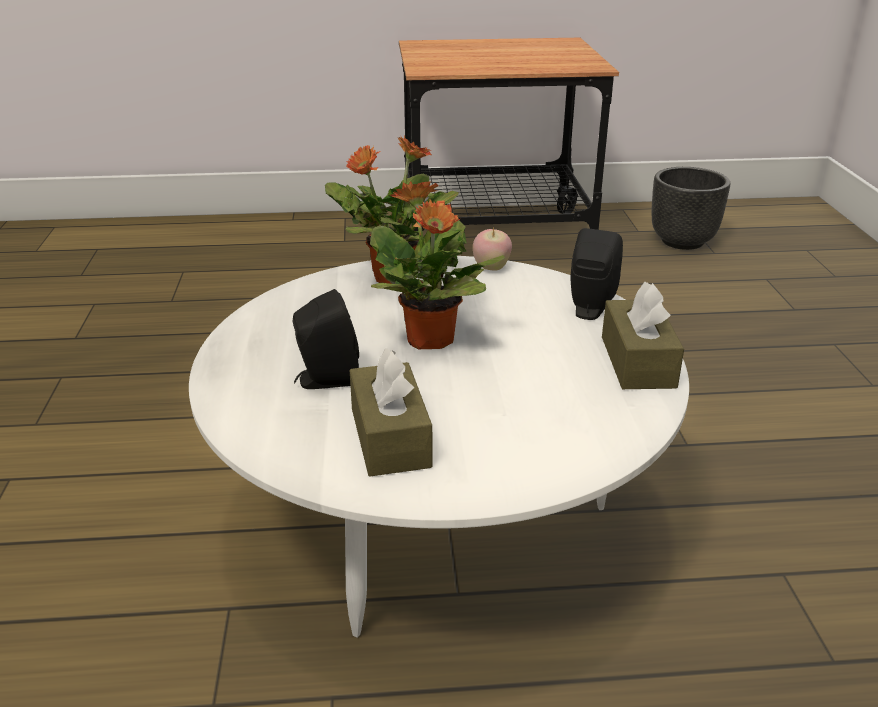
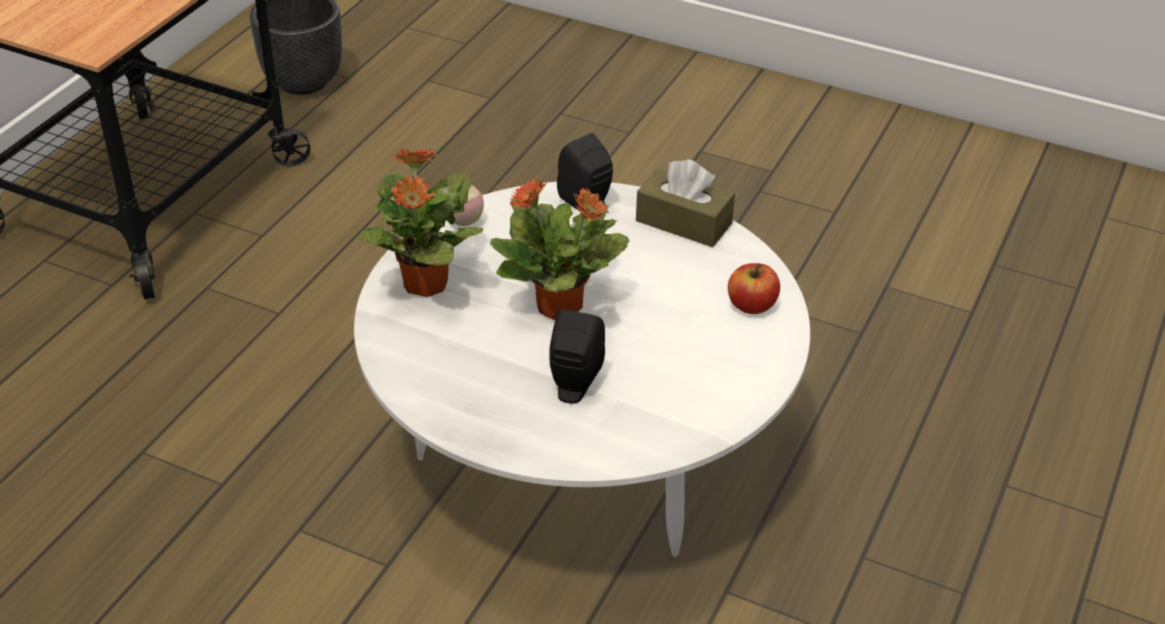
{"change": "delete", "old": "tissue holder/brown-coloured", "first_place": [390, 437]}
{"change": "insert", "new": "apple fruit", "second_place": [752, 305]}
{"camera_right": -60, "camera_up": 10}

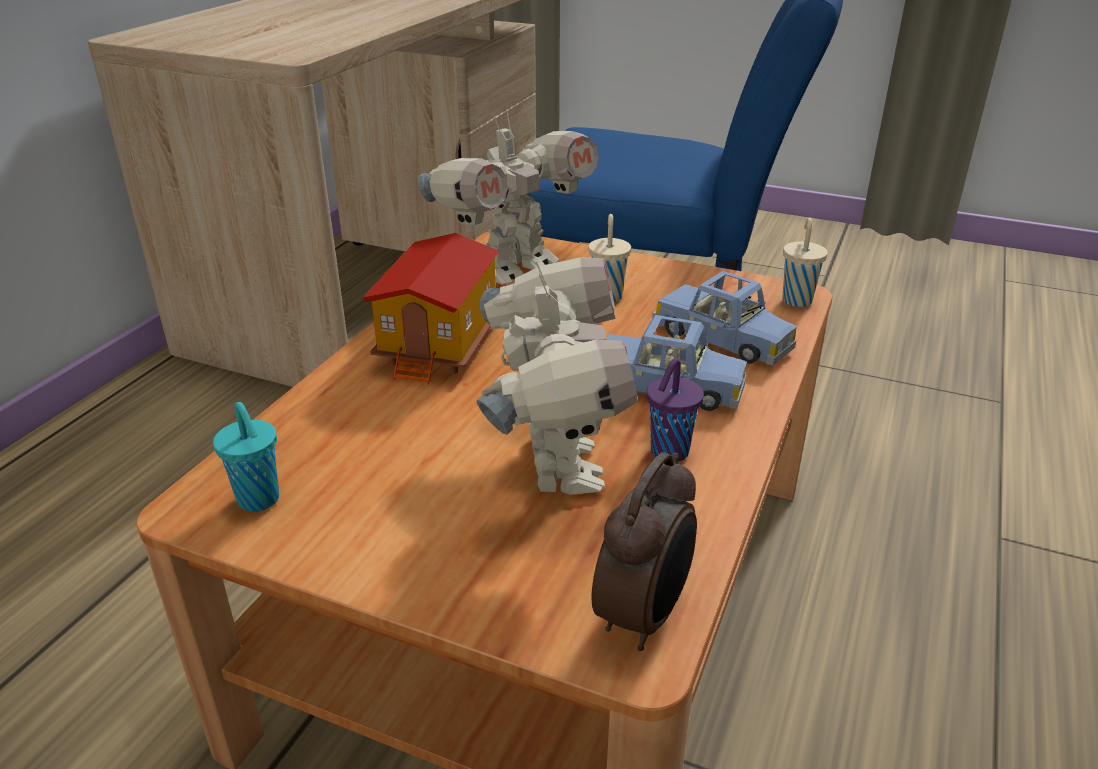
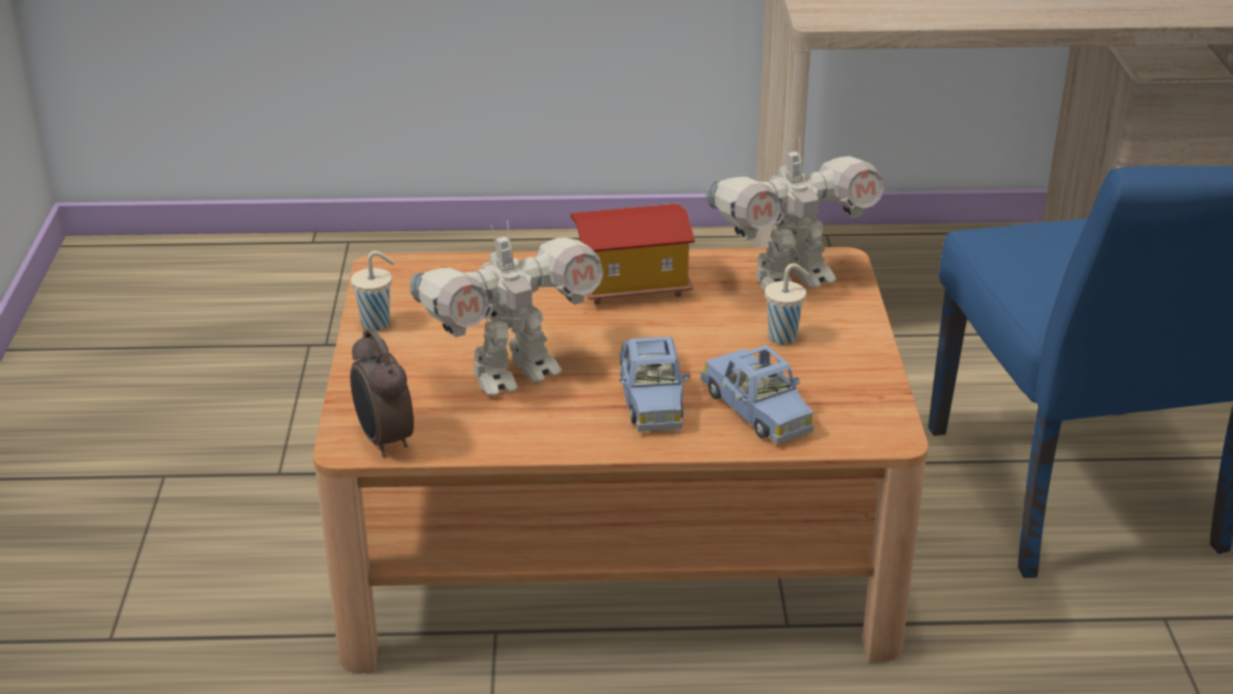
{"change": "delete", "old": "cup/blue-green", "first_place": [259, 501]}
{"change": "rotate", "old": "toy robot", "first_place": [513, 269], "second_place": [790, 280], "degrees": -45}
{"change": "rotate", "old": "table clock", "first_place": [644, 615], "second_place": [384, 440], "degrees": 60}
{"change": "delete", "old": "cup/purple", "first_place": [668, 453]}
{"change": "rotate", "old": "miniature car/bluish", "first_place": [722, 339], "second_place": [757, 409], "degrees": -45}
{"change": "move", "old": "cup/beige-coloured", "first_place": [796, 300], "second_place": [377, 323]}
{"camera_right": 65, "camera_up": 0}

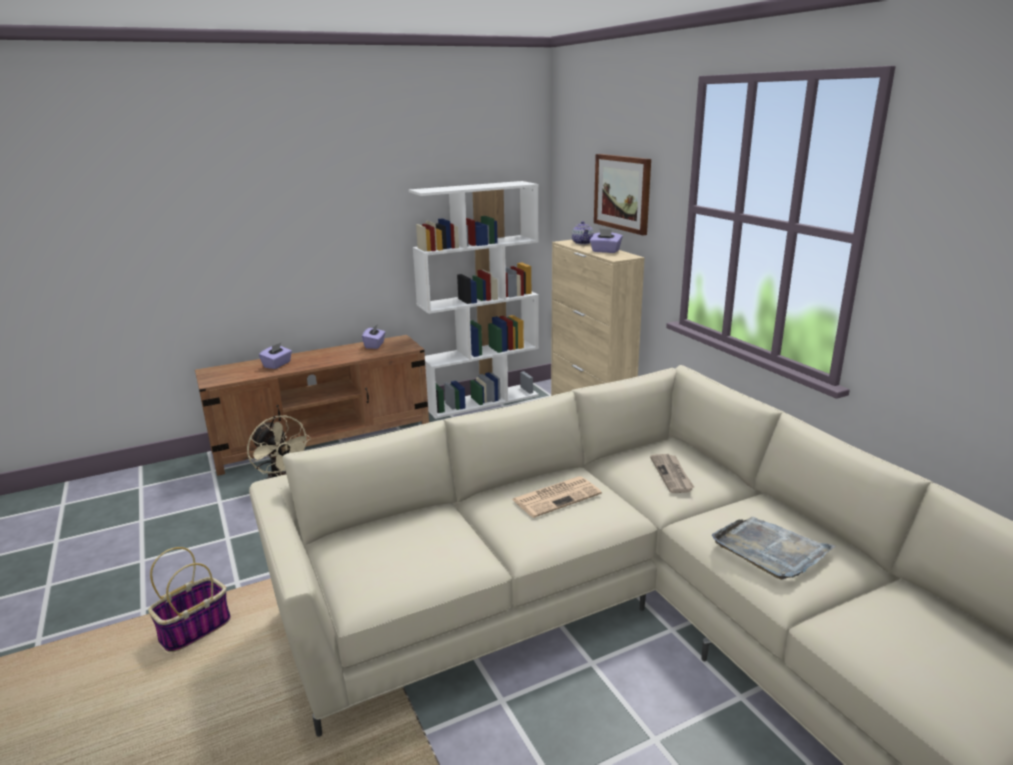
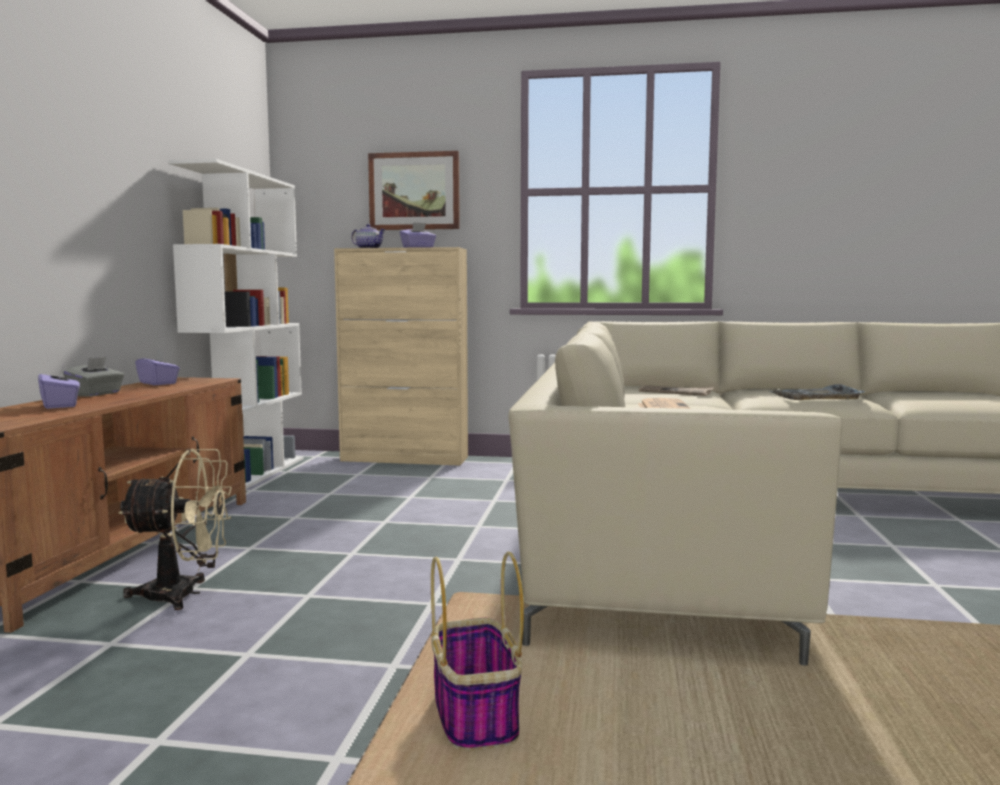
{"change": "insert", "new": "tissue holder/greyish", "second_place": [96, 394]}
{"camera_right": -55, "camera_up": -15}

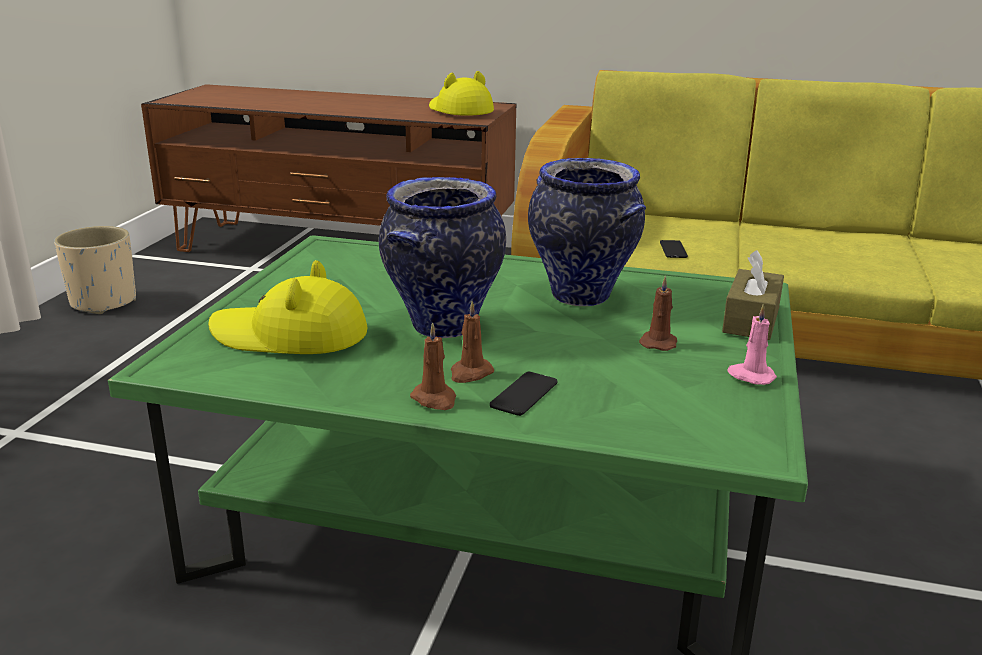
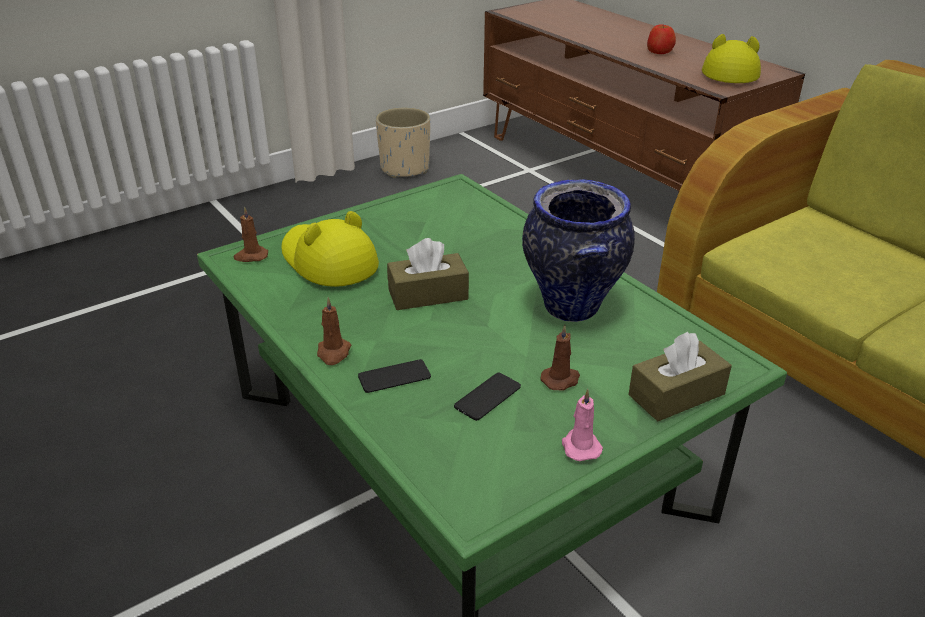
{"change": "replace", "old": "flower vase", "new": "tissue holder/brown-coloured", "first_place": [443, 327], "second_place": [428, 294]}
{"change": "move", "old": "wax candle/brown-coloured", "first_place": [470, 373], "second_place": [251, 256]}
{"change": "move", "old": "telephone", "first_place": [673, 250], "second_place": [487, 397]}
{"change": "insert", "new": "apple fruit", "second_place": [659, 51]}
{"camera_right": 40, "camera_up": 10}

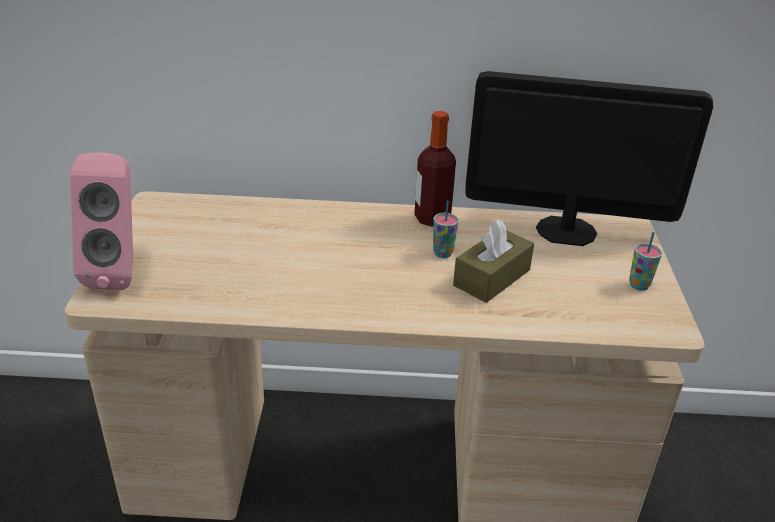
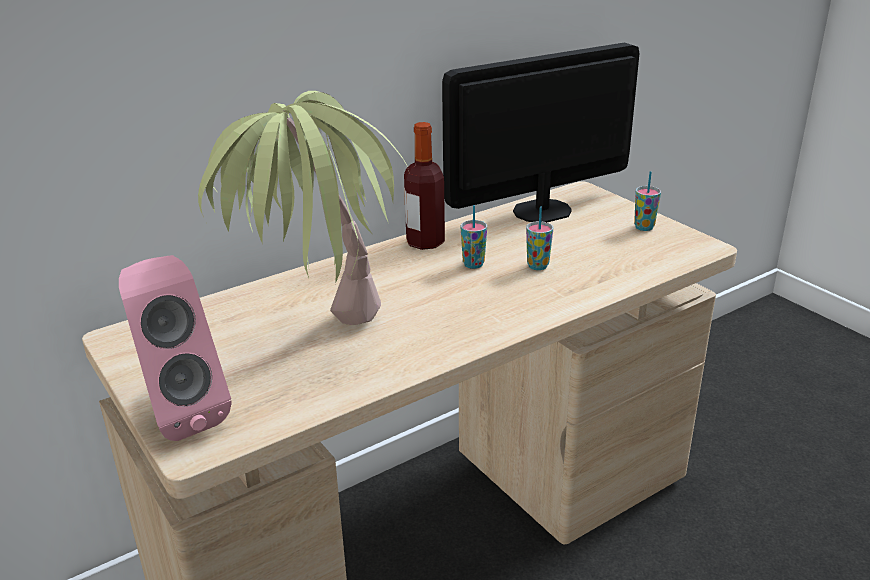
{"change": "replace", "old": "tissue holder/brown-coloured", "new": "cup", "first_place": [492, 278], "second_place": [537, 266]}
{"change": "insert", "new": "potted plant", "second_place": [319, 345]}
{"camera_right": -35, "camera_up": -5}

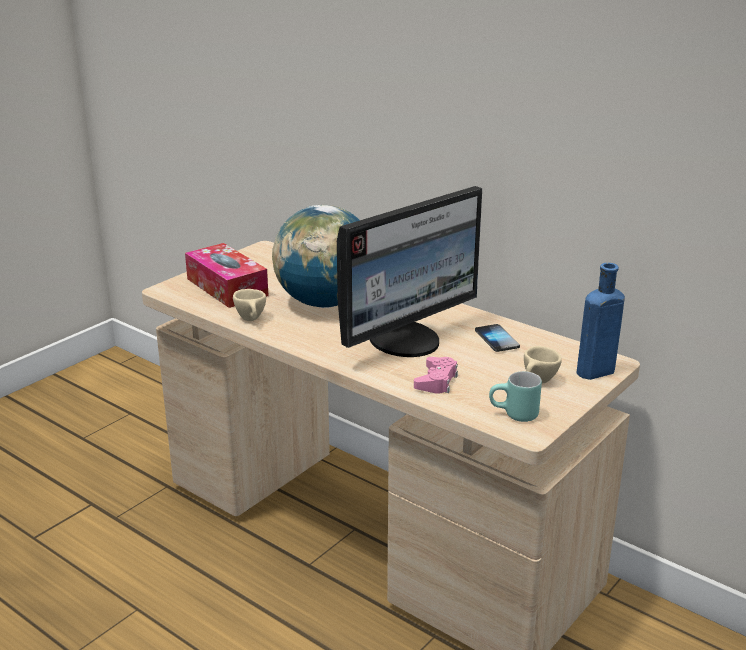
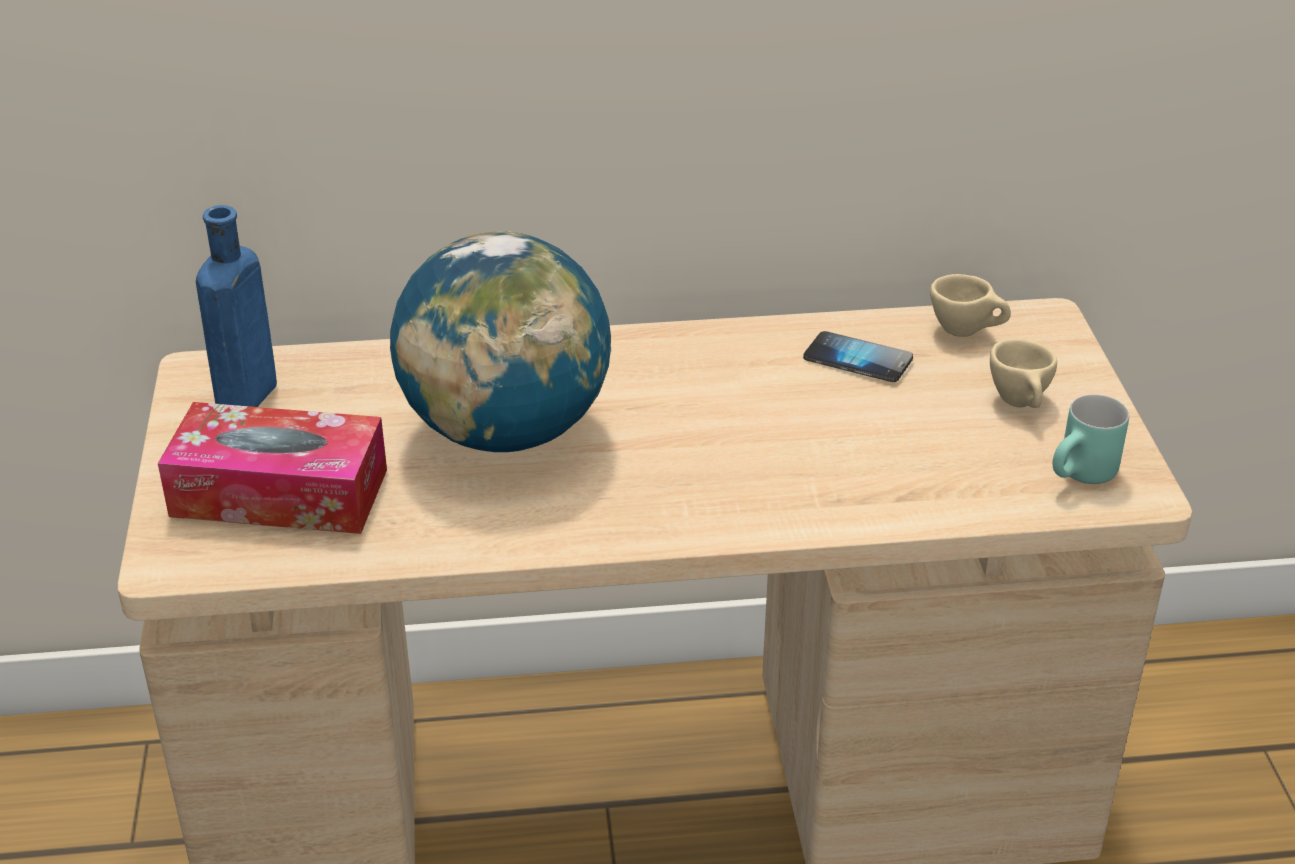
{"change": "move", "old": "cup/beige-coloured", "first_place": [252, 320], "second_place": [967, 332]}
{"change": "delete", "old": "monitor", "first_place": [407, 340]}
{"change": "delete", "old": "joypad/pinkish", "first_place": [436, 381]}
{"change": "move", "old": "bottle/bluish", "first_place": [593, 372], "second_place": [244, 398]}
{"camera_right": -45, "camera_up": 10}

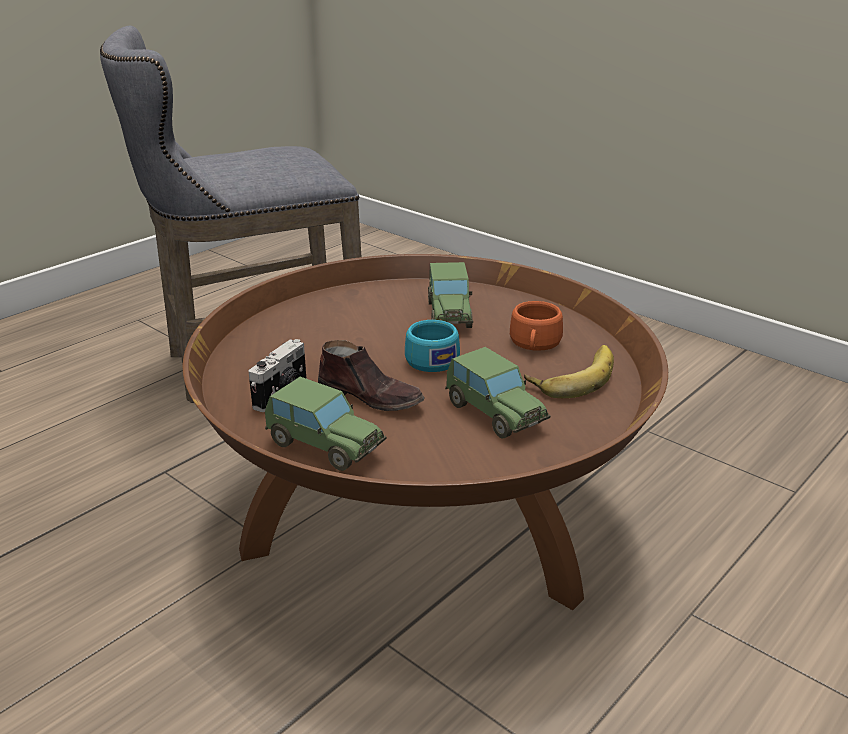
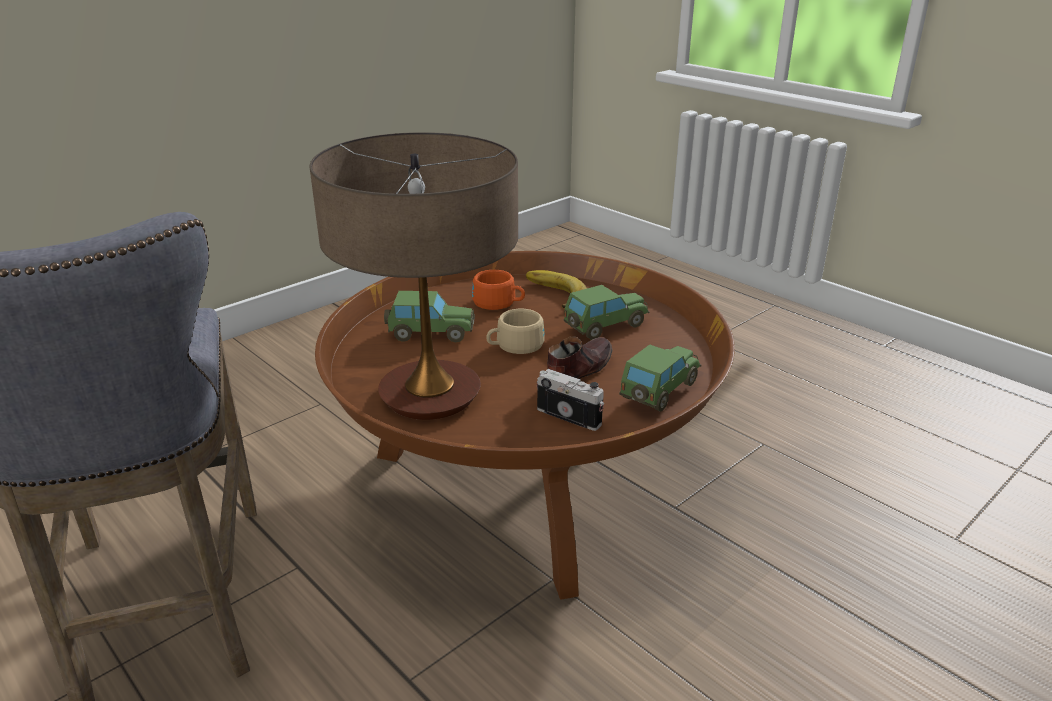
{"change": "recolor", "old": "cup/blue-green", "new": "cup/beige-coloured", "first_place": [429, 359], "second_place": [515, 346]}
{"change": "insert", "new": "lamp for a table", "second_place": [430, 396]}
{"camera_right": -85, "camera_up": 0}

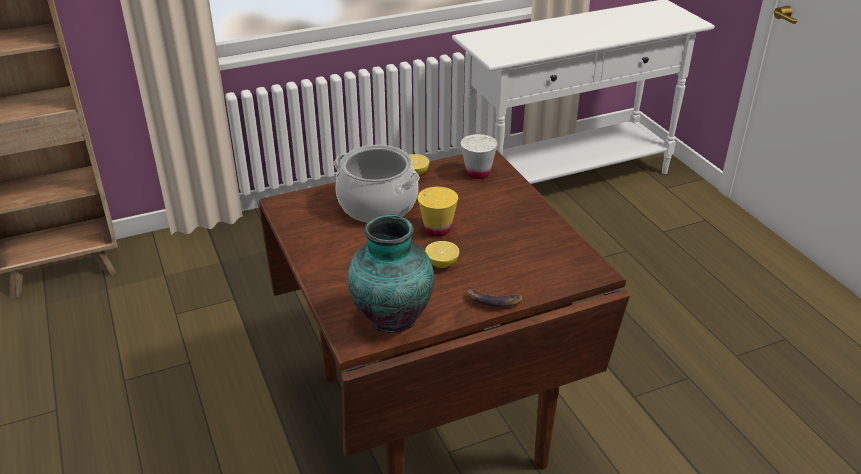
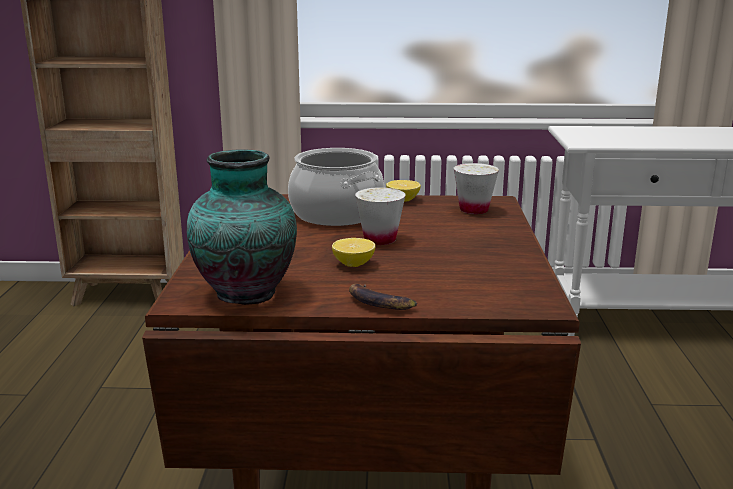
{"change": "recolor", "old": "cup/yellowish", "new": "cup/white-coloured", "first_place": [437, 229], "second_place": [380, 240]}
{"camera_right": 25, "camera_up": -15}

